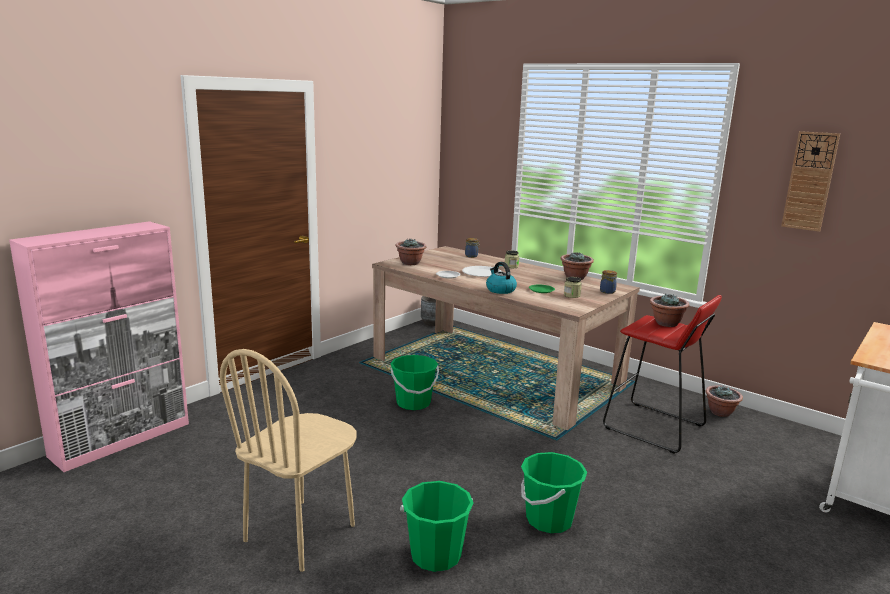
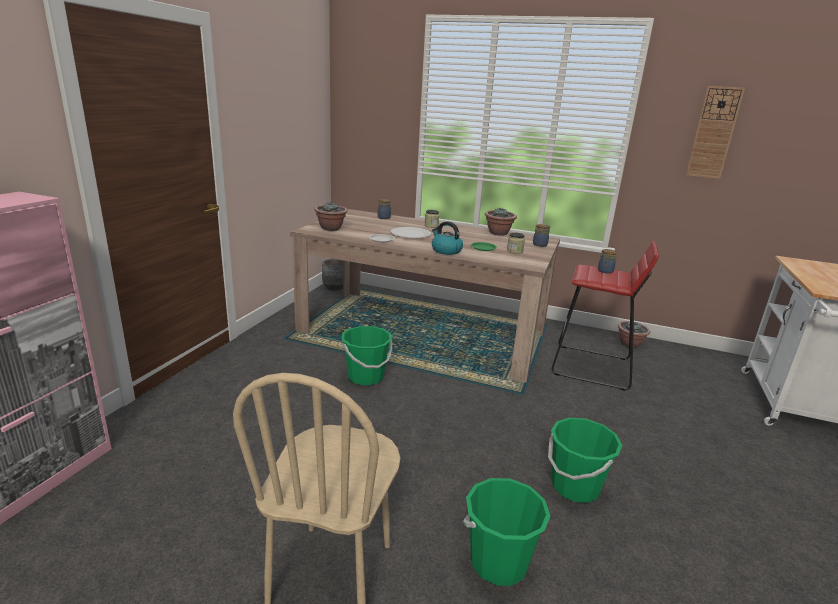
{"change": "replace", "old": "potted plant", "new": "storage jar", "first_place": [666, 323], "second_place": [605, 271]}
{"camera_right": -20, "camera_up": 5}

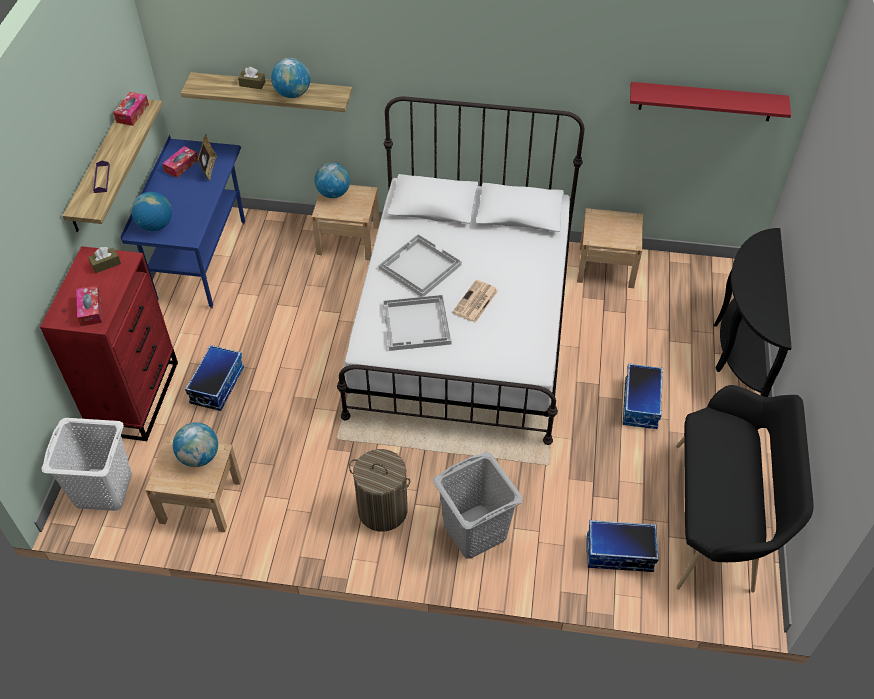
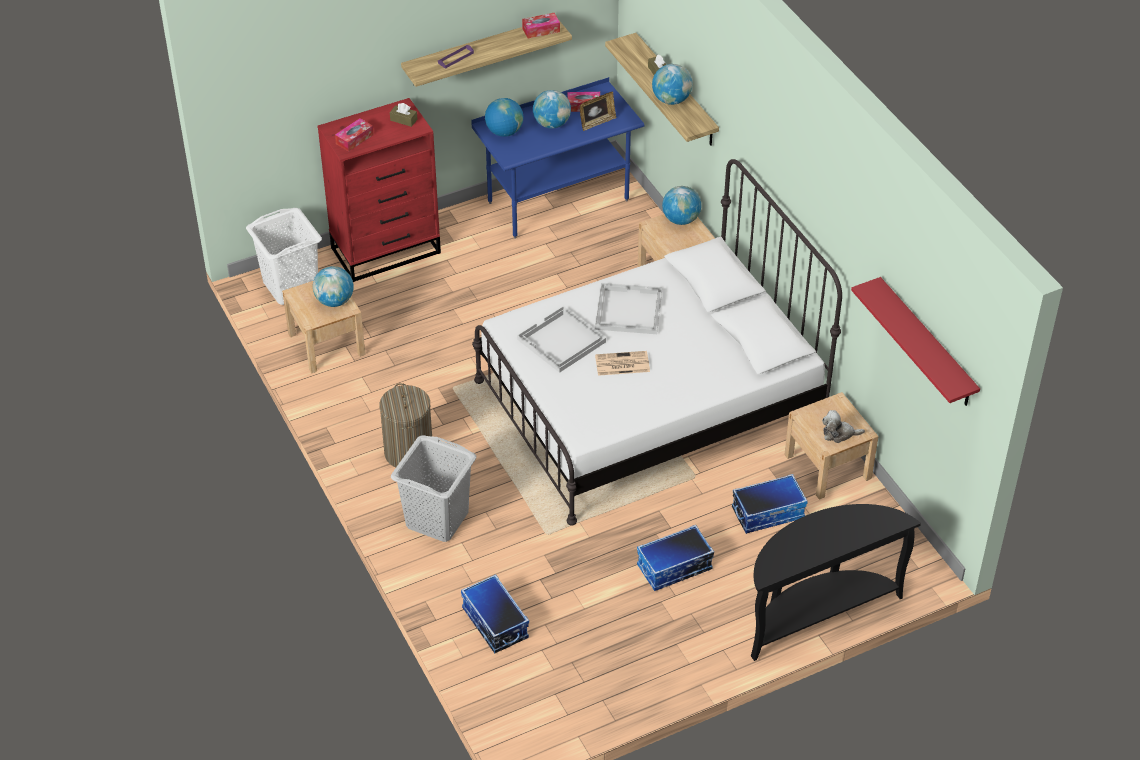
{"change": "move", "old": "storage box", "first_place": [217, 385], "second_place": [768, 513]}
{"change": "delete", "old": "bench/black", "first_place": [721, 519]}
{"change": "insert", "new": "globe", "second_place": [552, 124]}
{"change": "insert", "new": "plush toy", "second_place": [839, 433]}
{"camera_right": 55, "camera_up": -5}

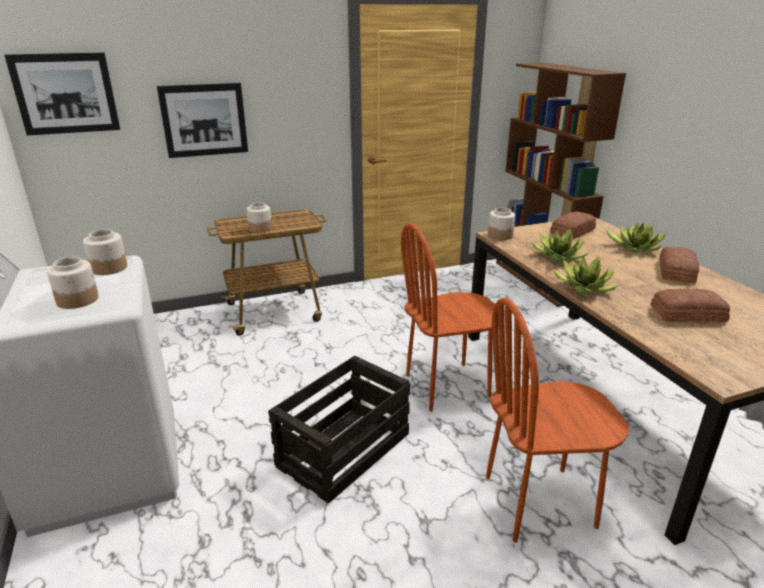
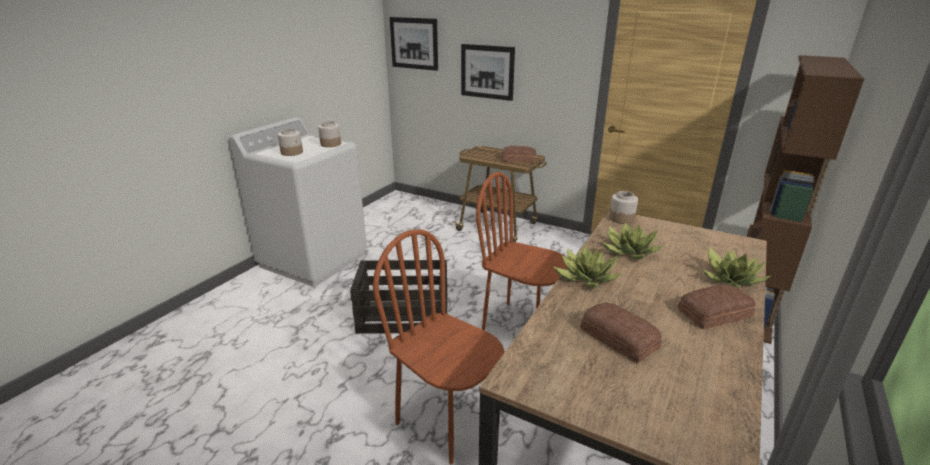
{"change": "delete", "old": "storage jar", "first_place": [260, 228]}
{"change": "move", "old": "bakery bread", "first_place": [573, 231], "second_place": [519, 159]}
{"camera_right": 50, "camera_up": 0}

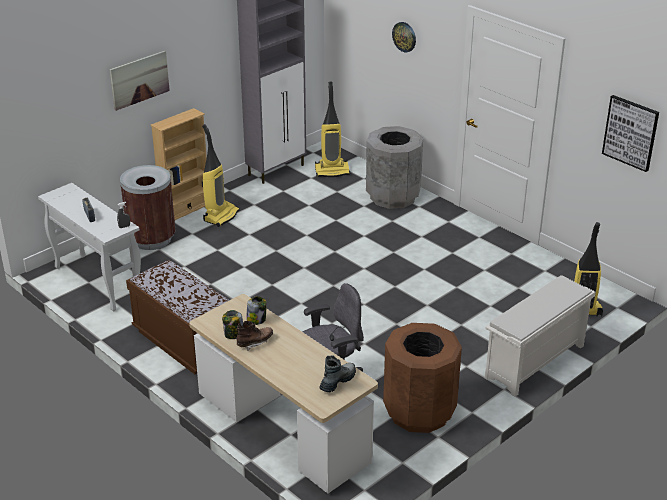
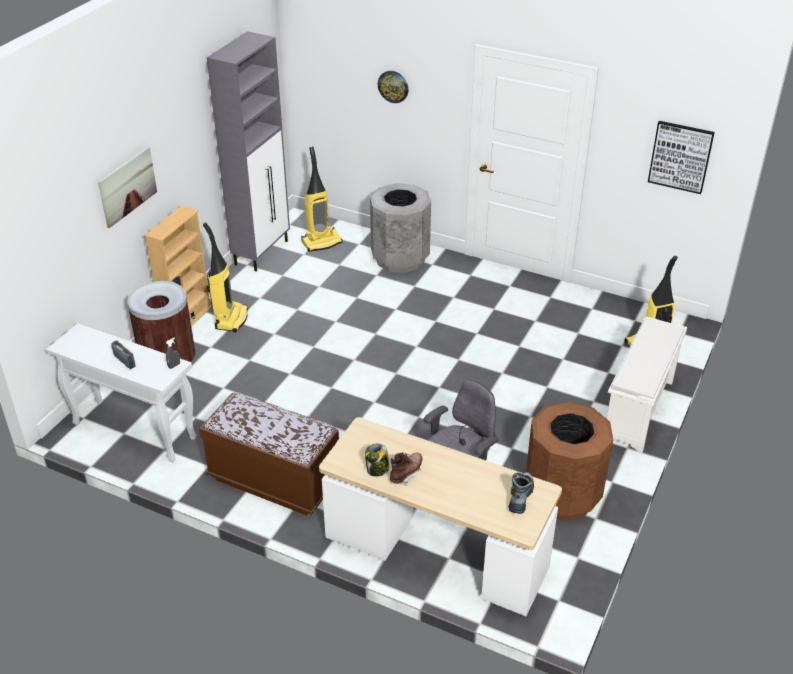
{"change": "delete", "old": "storage jar", "first_place": [256, 319]}
{"camera_right": -20, "camera_up": 5}

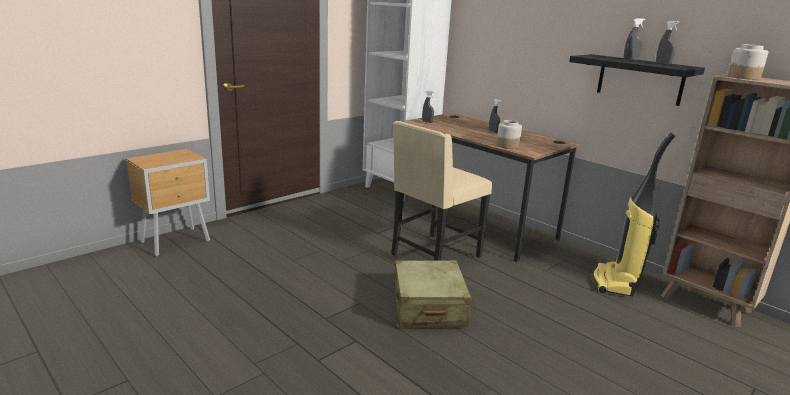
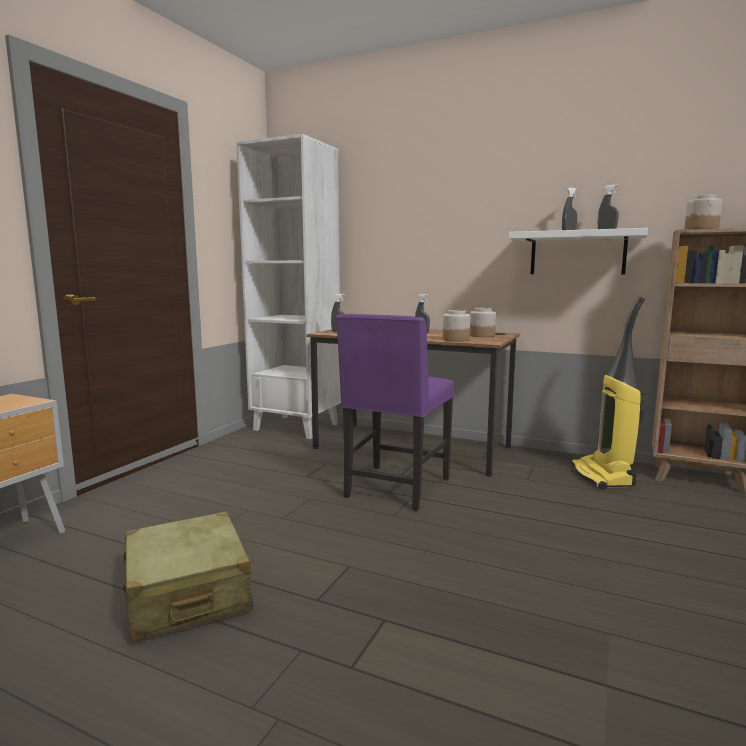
{"change": "recolor", "old": "chair/beige-coloured", "new": "chair/purple", "first_place": [434, 256], "second_place": [395, 488]}
{"change": "move", "old": "suitcase/beige-coloured", "first_place": [428, 306], "second_place": [187, 594]}
{"change": "recolor", "old": "wall shelf/black", "new": "wall shelf/white-coloured", "first_place": [640, 79], "second_place": [577, 253]}
{"change": "insert", "new": "storage jar", "second_place": [482, 335]}
{"camera_right": -20, "camera_up": -10}

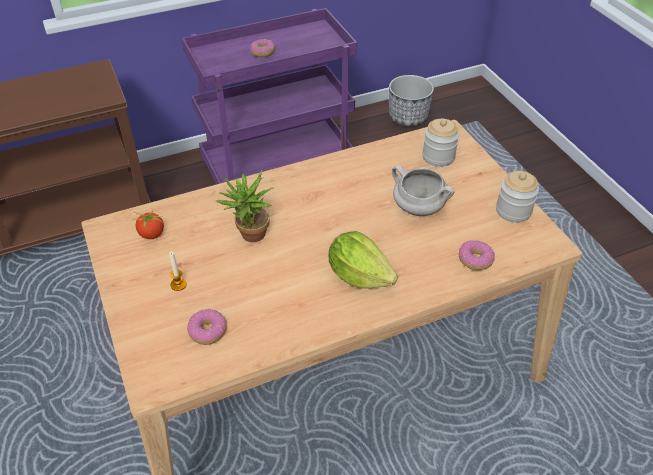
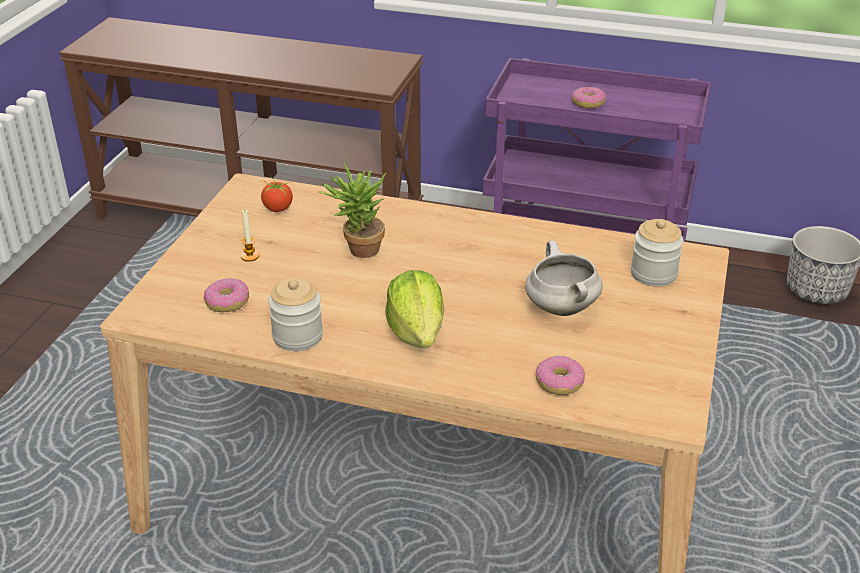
{"change": "move", "old": "storage jar", "first_place": [513, 211], "second_place": [297, 336]}
{"camera_right": 40, "camera_up": -10}

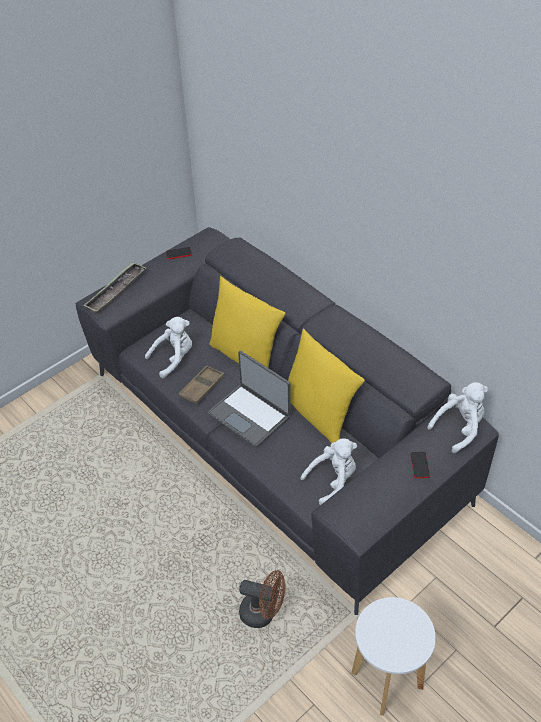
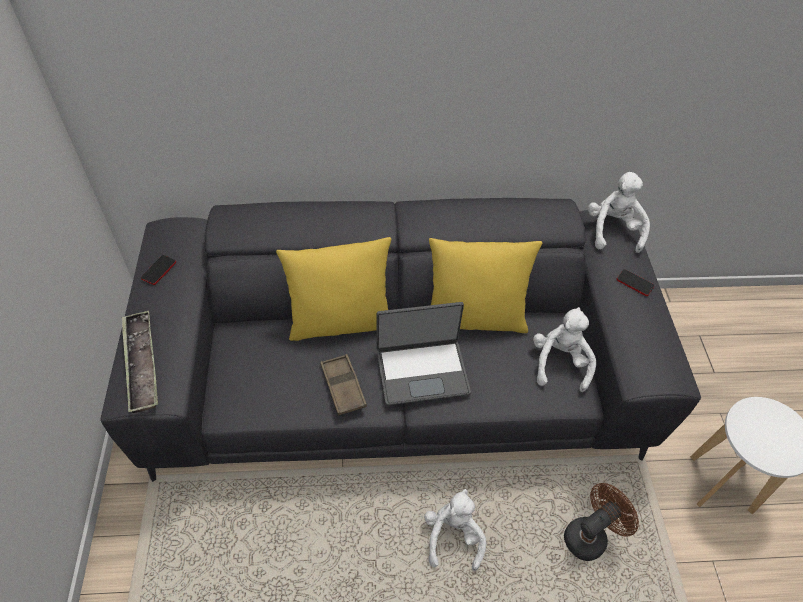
{"change": "move", "old": "plush toy/white-coloured", "first_place": [174, 358], "second_place": [453, 536]}
{"camera_right": -55, "camera_up": 5}

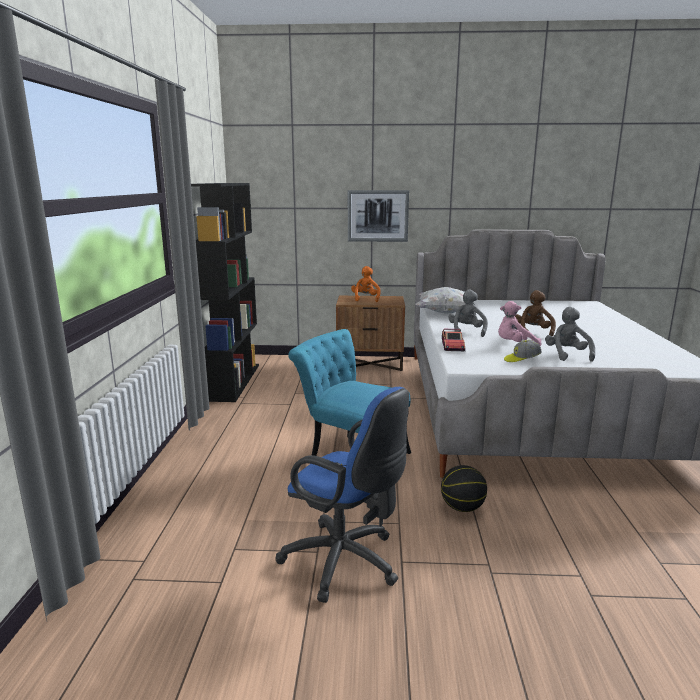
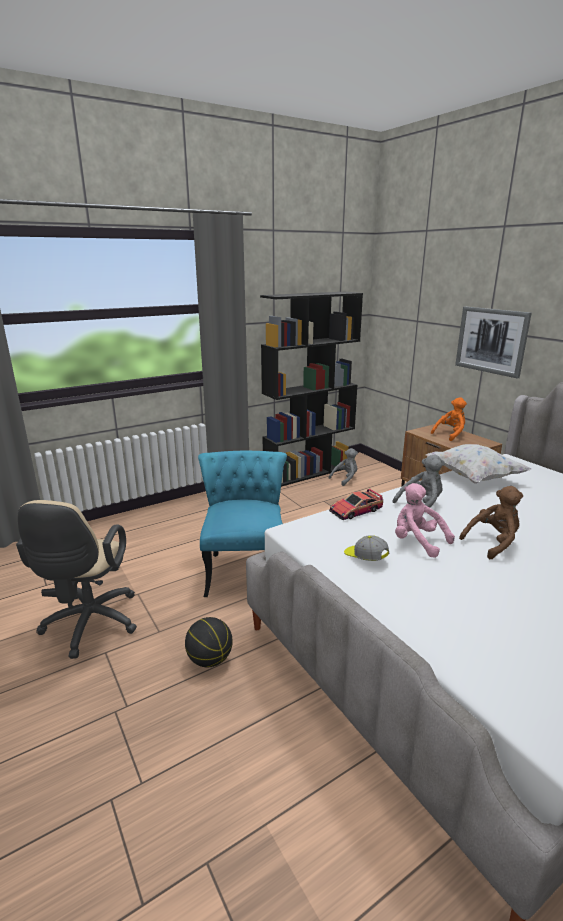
{"change": "recolor", "old": "office chair/bluish", "new": "office chair/beige-coloured", "first_place": [346, 563], "second_place": [89, 626]}
{"change": "move", "old": "plush toy/greyish", "first_place": [567, 355], "second_place": [345, 479]}
{"camera_right": 55, "camera_up": 5}

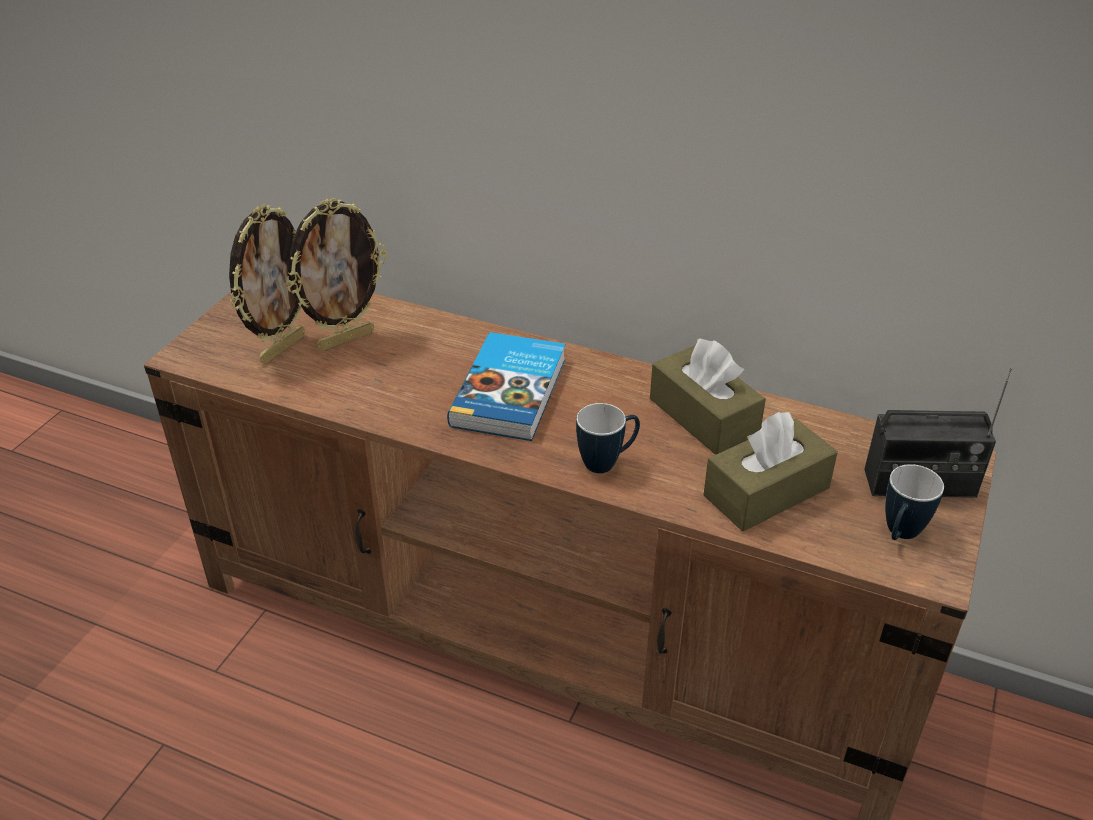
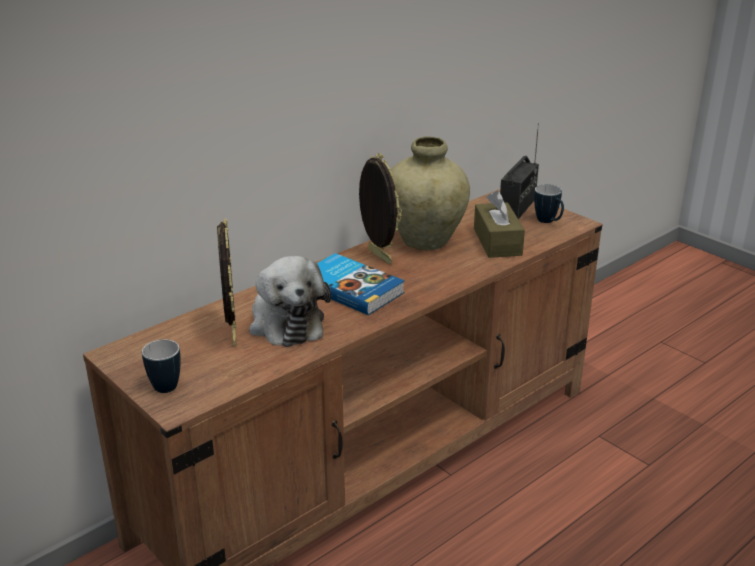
{"change": "move", "old": "photo frame", "first_place": [282, 348], "second_place": [378, 257]}
{"change": "move", "old": "tea mug", "first_place": [607, 462], "second_place": [167, 383]}
{"change": "replace", "old": "tissue holder/brown-coloured", "new": "flower vase/beige-coloured", "first_place": [703, 416], "second_place": [425, 241]}
{"change": "insert", "new": "plush toy", "second_place": [285, 322]}
{"camera_right": -65, "camera_up": -10}

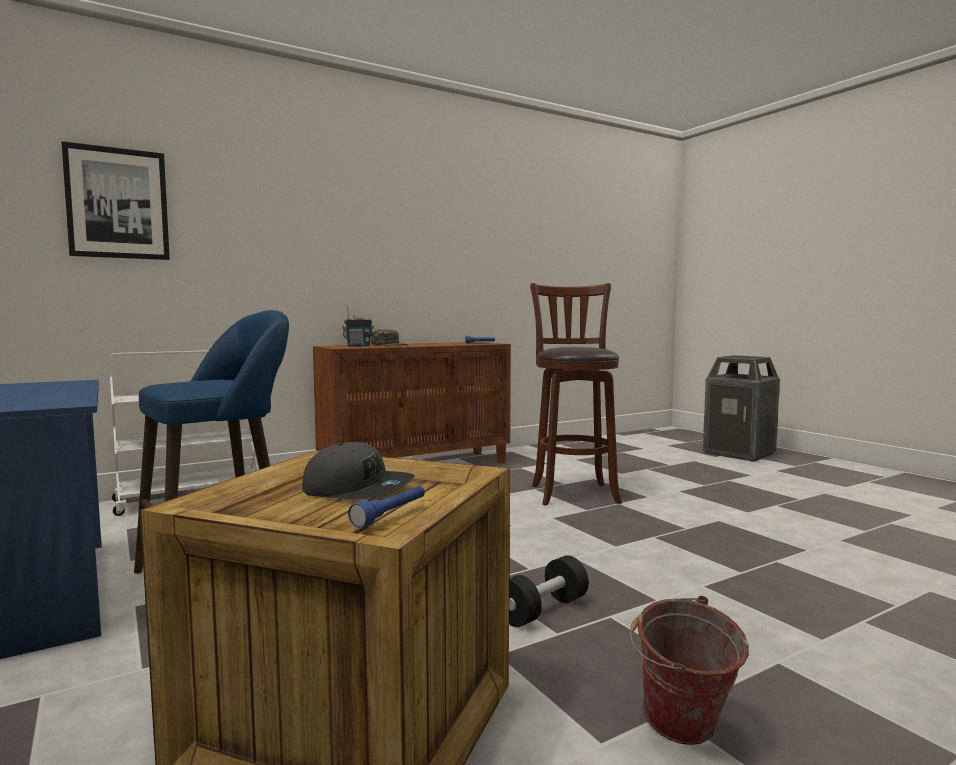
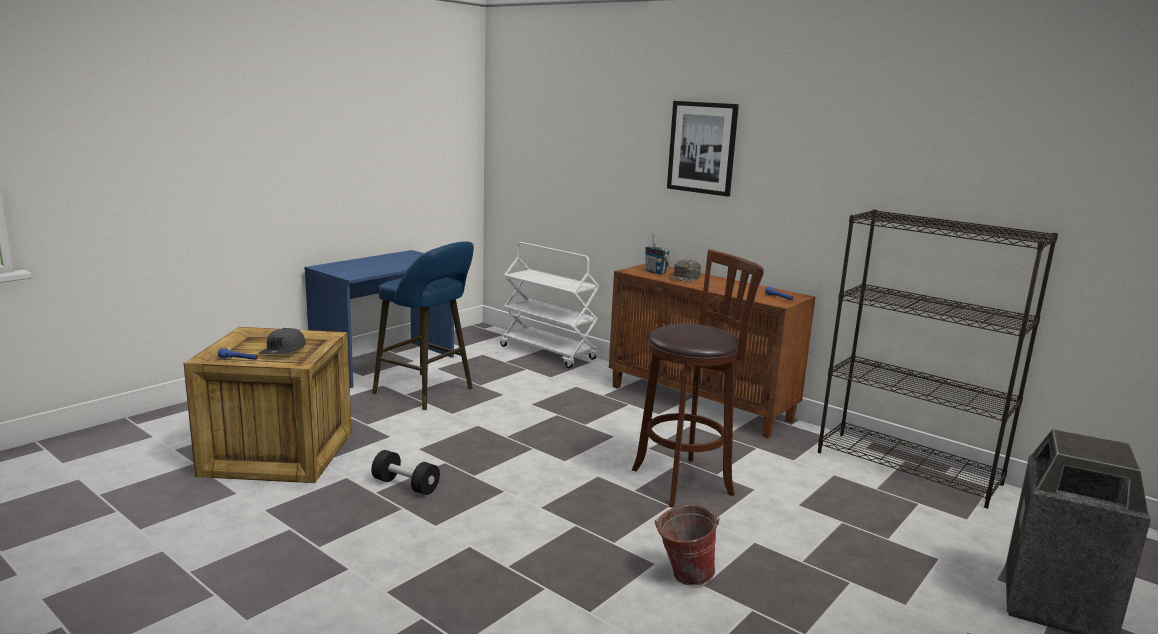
{"change": "move", "old": "picture", "first_place": [117, 203], "second_place": [702, 147]}
{"change": "move", "old": "water bucket", "first_place": [682, 734], "second_place": [682, 576]}
{"change": "insert", "new": "bookcase/black", "second_place": [908, 468]}
{"camera_right": 70, "camera_up": 10}

